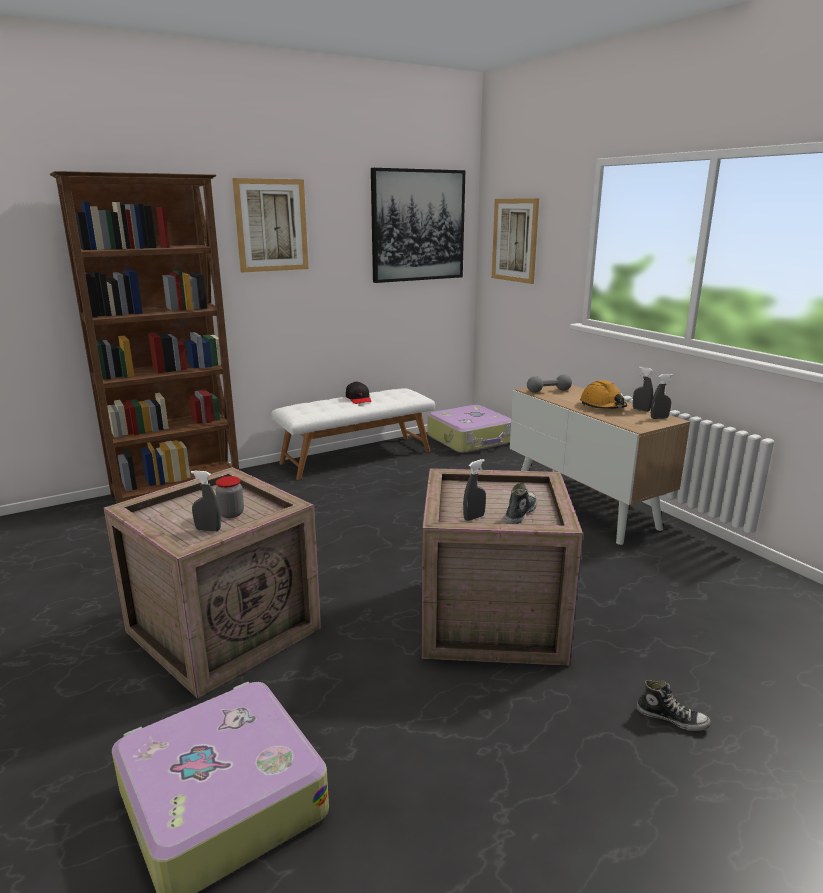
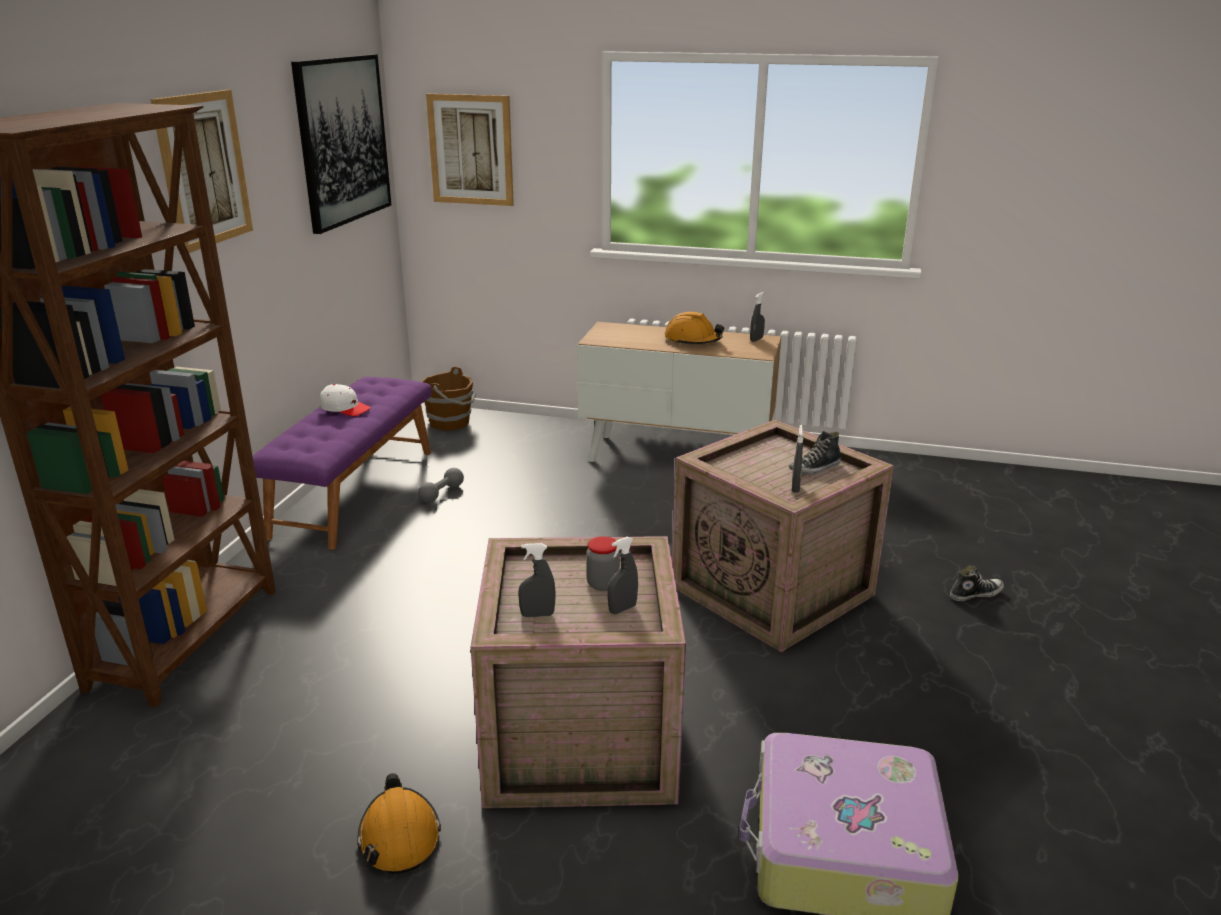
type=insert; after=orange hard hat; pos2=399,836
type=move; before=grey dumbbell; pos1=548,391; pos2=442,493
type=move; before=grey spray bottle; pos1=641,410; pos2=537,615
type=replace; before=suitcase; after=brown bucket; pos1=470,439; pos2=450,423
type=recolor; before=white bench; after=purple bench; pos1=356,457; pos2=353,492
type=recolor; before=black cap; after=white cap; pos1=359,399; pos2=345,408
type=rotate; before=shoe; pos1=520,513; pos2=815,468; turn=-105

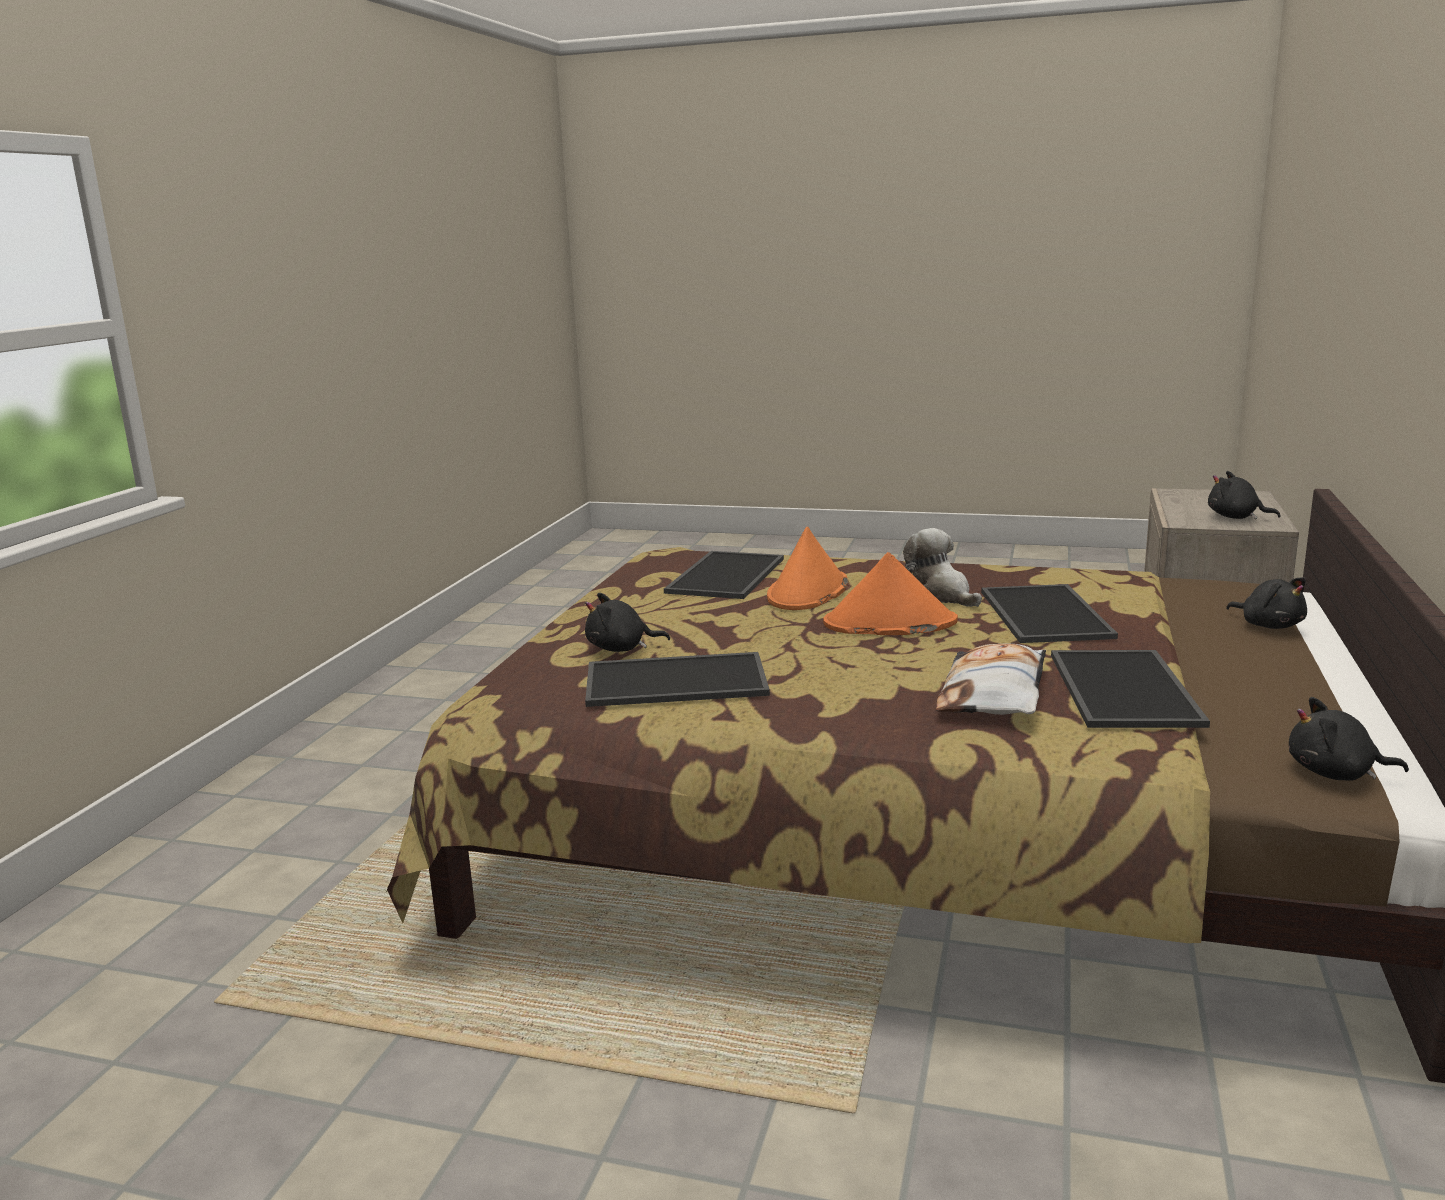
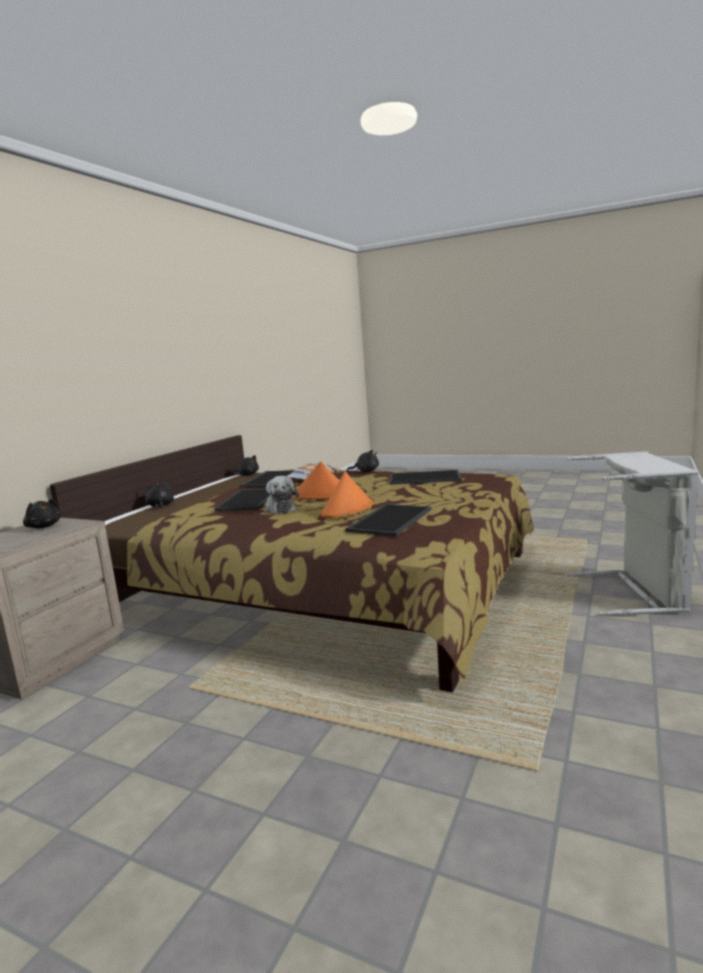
type=insert; after=grey laundry basket; pos2=635,592
type=move; before=black plush toy; pos1=621,648; pos2=365,471

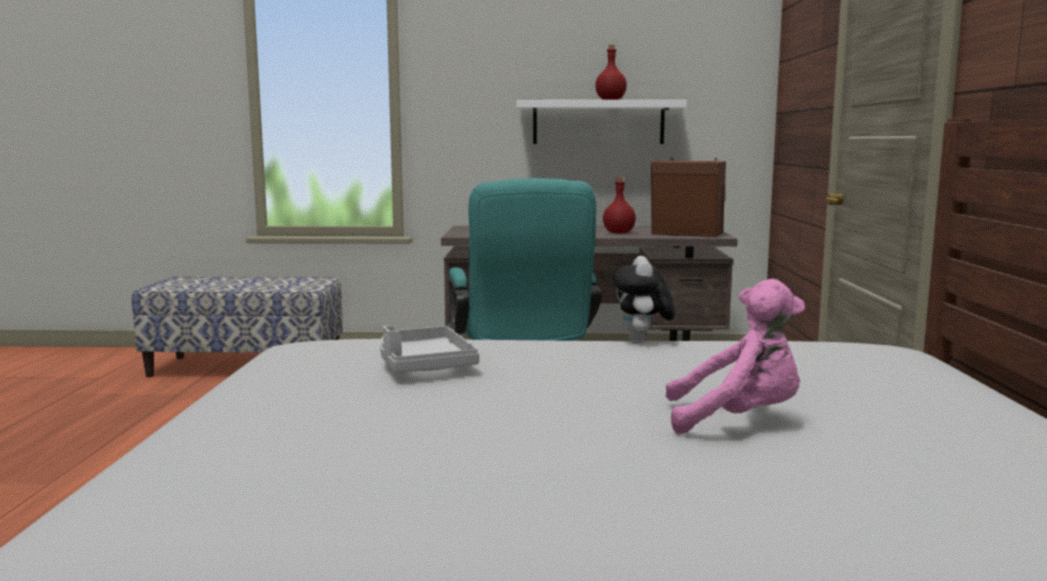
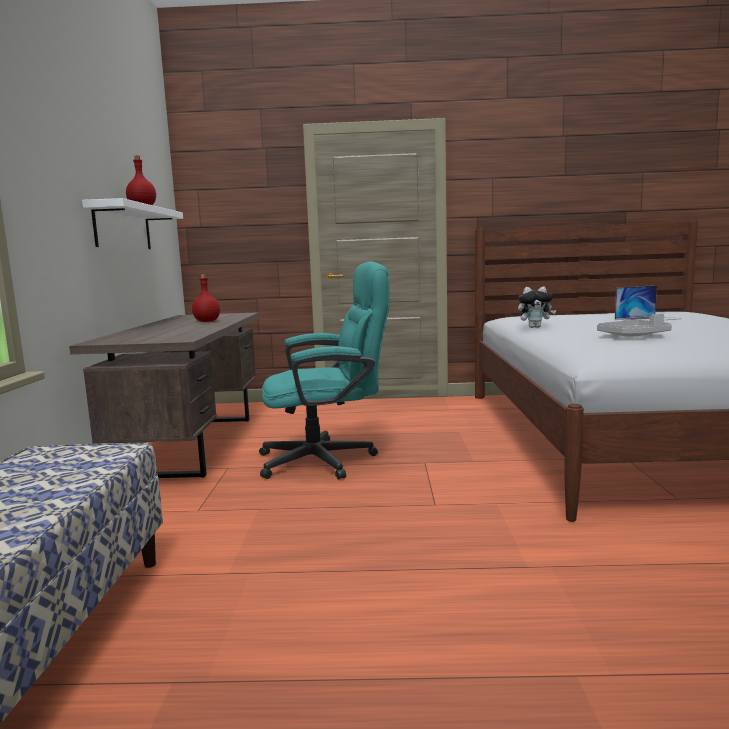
type=delete; before=brown speaker; pos1=688,234
type=replace; before=pink plush toy; after=laptop; pos1=737,420; pos2=647,319

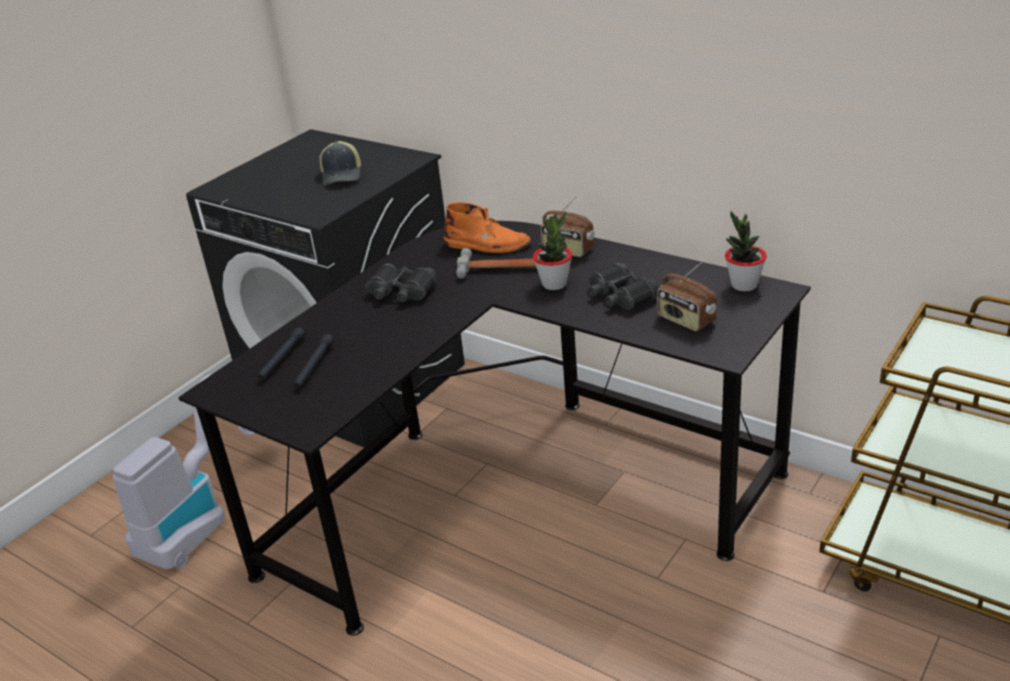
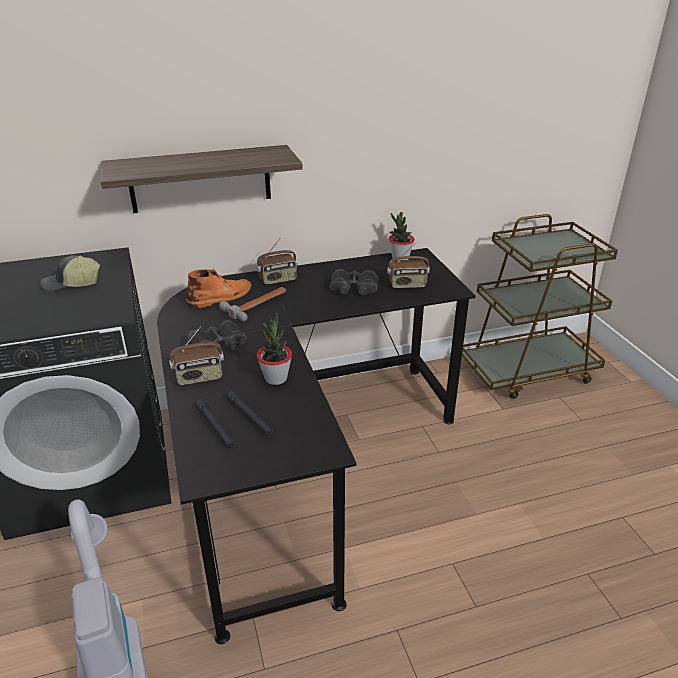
type=insert; after=shelf; pos2=200,179
type=insert; after=radio; pos2=199,377
type=move; before=potted plant; pos1=554,284; pos2=276,378
type=rotate; before=cap; pos1=342,175; pos2=72,284; turn=135

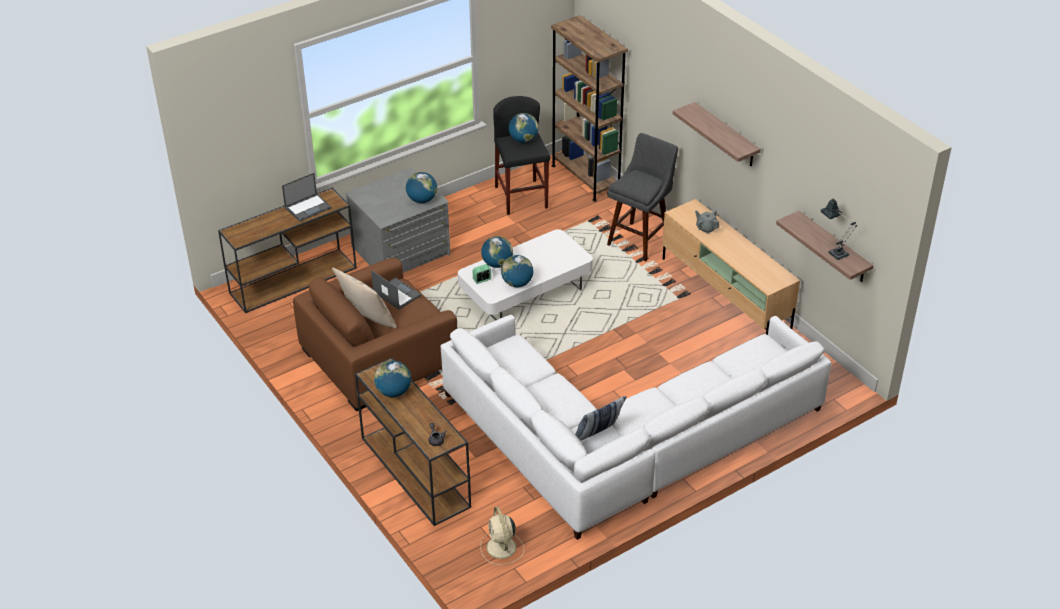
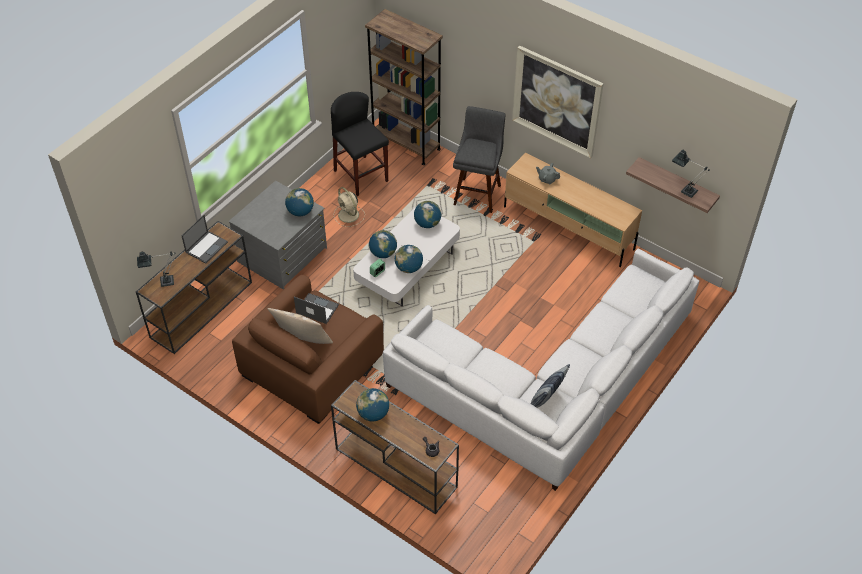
type=insert; after=table lamp; pos2=163,282
type=move; before=beige fan; pos1=501,548; pos2=349,215
type=move; before=globe; pos1=523,140; pos2=427,223
type=replace; before=shelf; after=picture; pos1=726,135; pos2=556,101

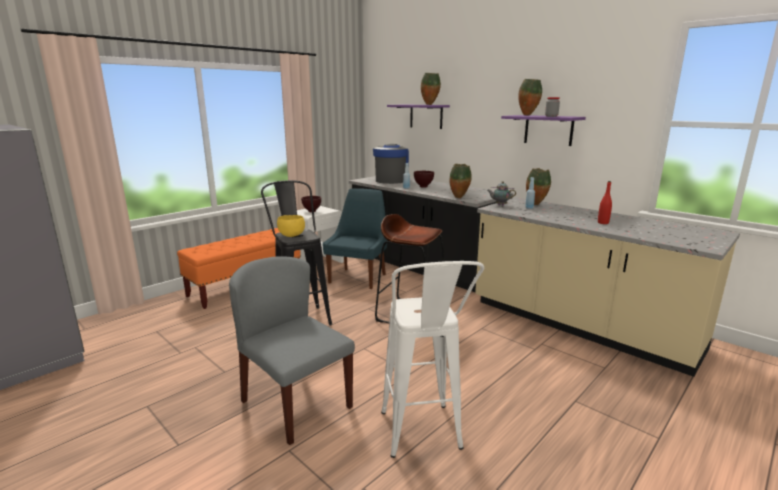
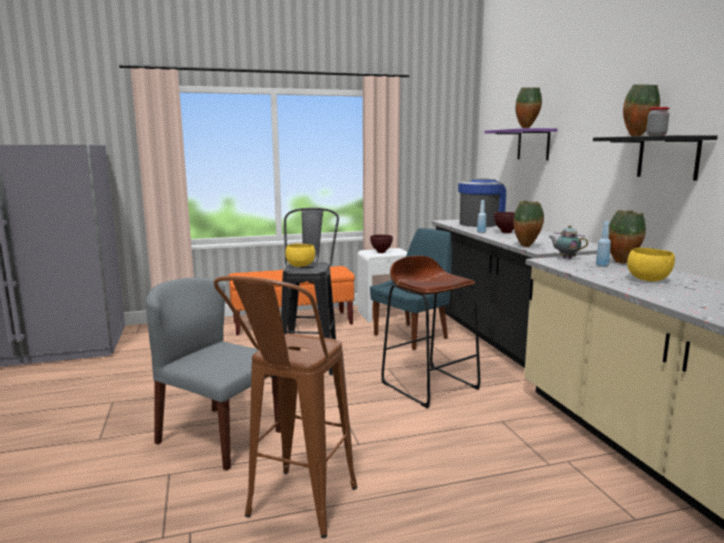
type=delete; before=red bottle; pos1=603,223
type=insert; after=yellow bowl; pos2=649,280
type=recolor; before=white stool; after=brown stool; pos1=423,440; pos2=294,513
type=recolor; before=purple shelf; after=black shelf; pos1=548,130; pos2=668,157
type=rotate; before=grey chair; pos1=295,404; pos2=218,436; turn=-45

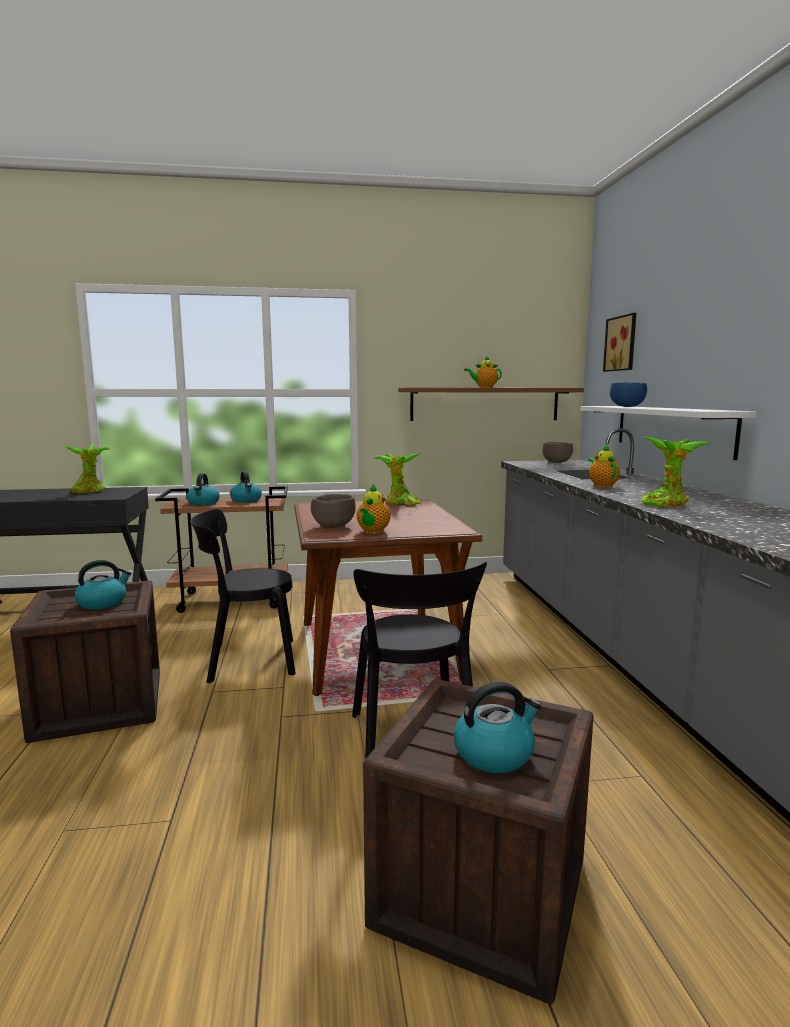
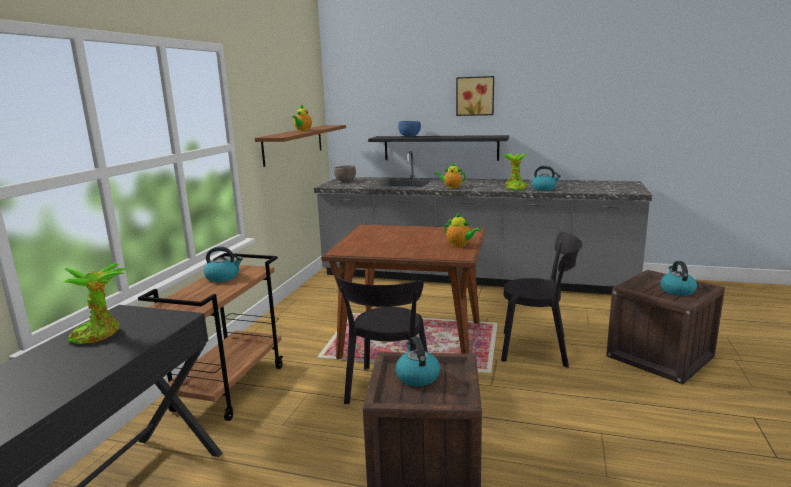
type=delete; before=brown bowl; pos1=333,526
type=delete; before=potted plant; pos1=400,504
type=move; before=kettle; pos1=203,503; pos2=544,189
type=move; before=picture; pos1=622,343; pos2=475,96
type=recolor; before=white shelf; after=black shelf; pos1=671,429; pos2=440,148

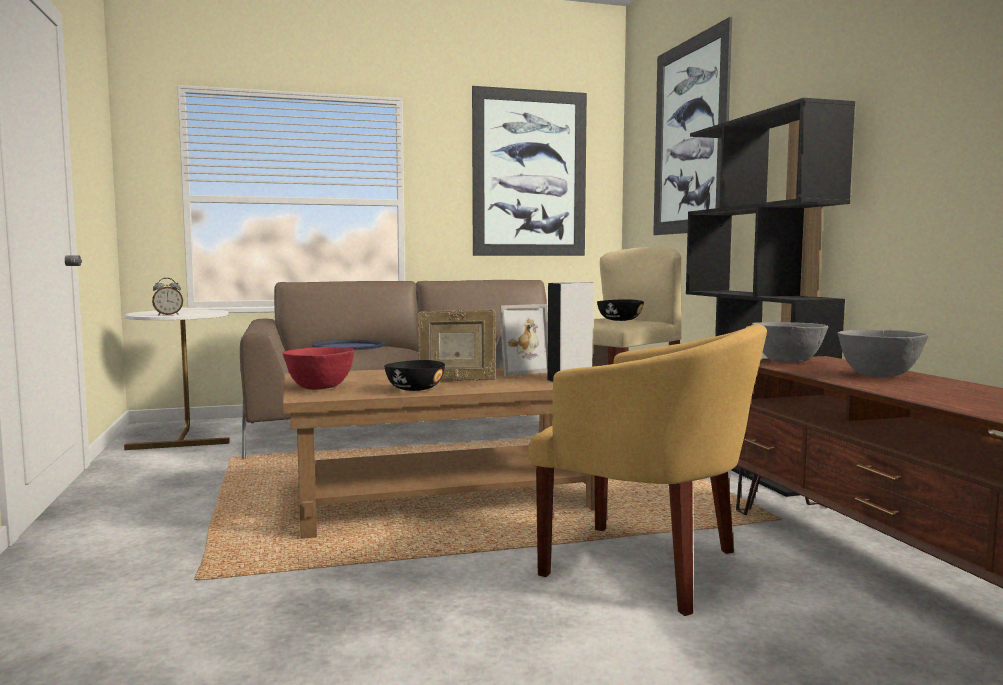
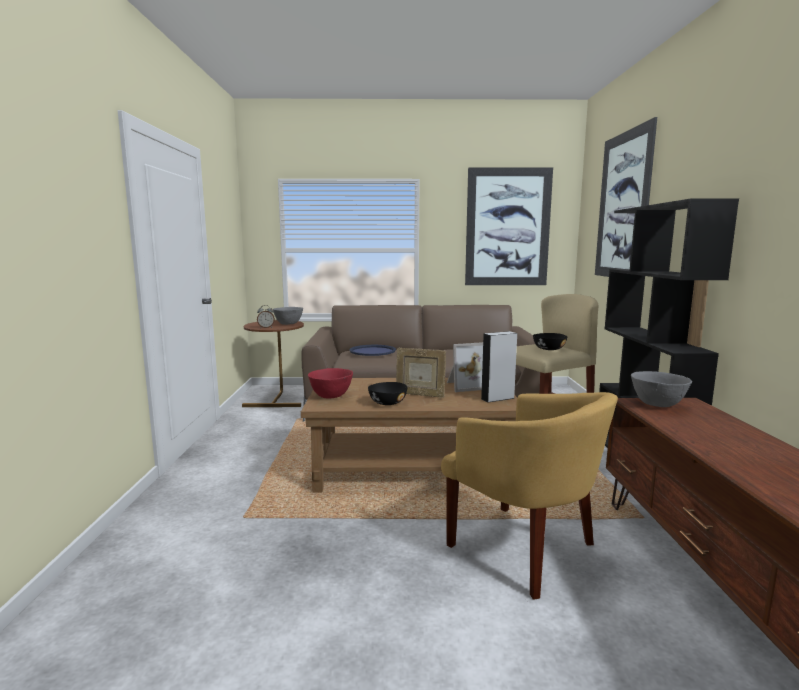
type=move; before=grey bowl; pos1=880,375; pos2=288,324
type=recolor; before=white side table; after=brown side table; pos1=184,436; pos2=277,398

